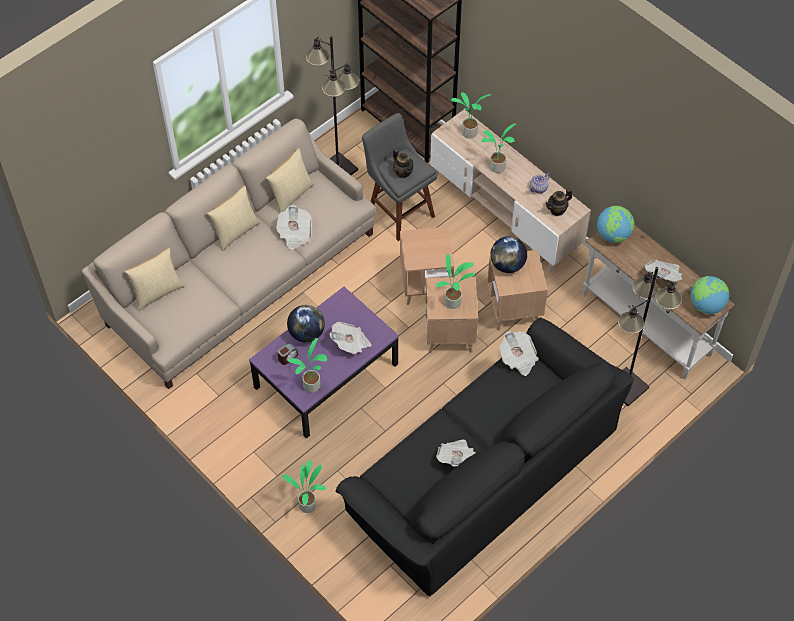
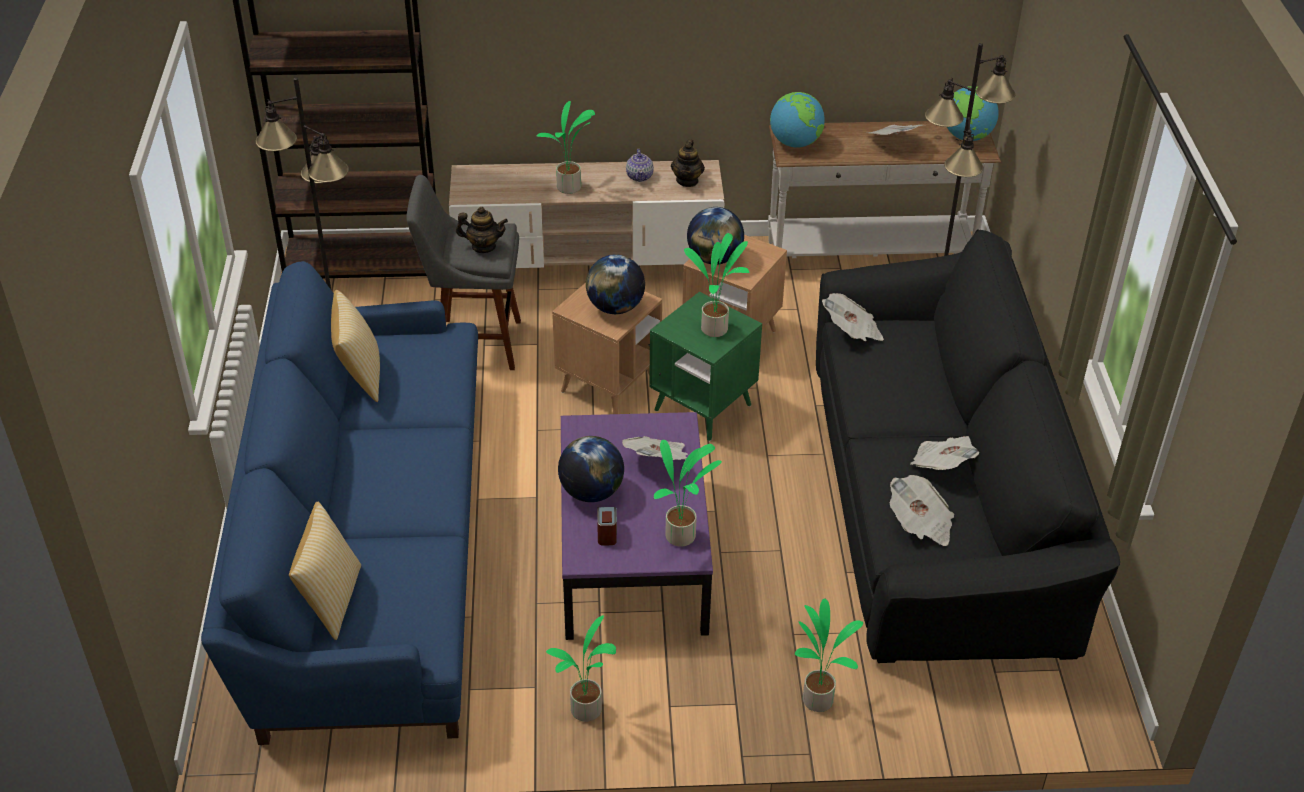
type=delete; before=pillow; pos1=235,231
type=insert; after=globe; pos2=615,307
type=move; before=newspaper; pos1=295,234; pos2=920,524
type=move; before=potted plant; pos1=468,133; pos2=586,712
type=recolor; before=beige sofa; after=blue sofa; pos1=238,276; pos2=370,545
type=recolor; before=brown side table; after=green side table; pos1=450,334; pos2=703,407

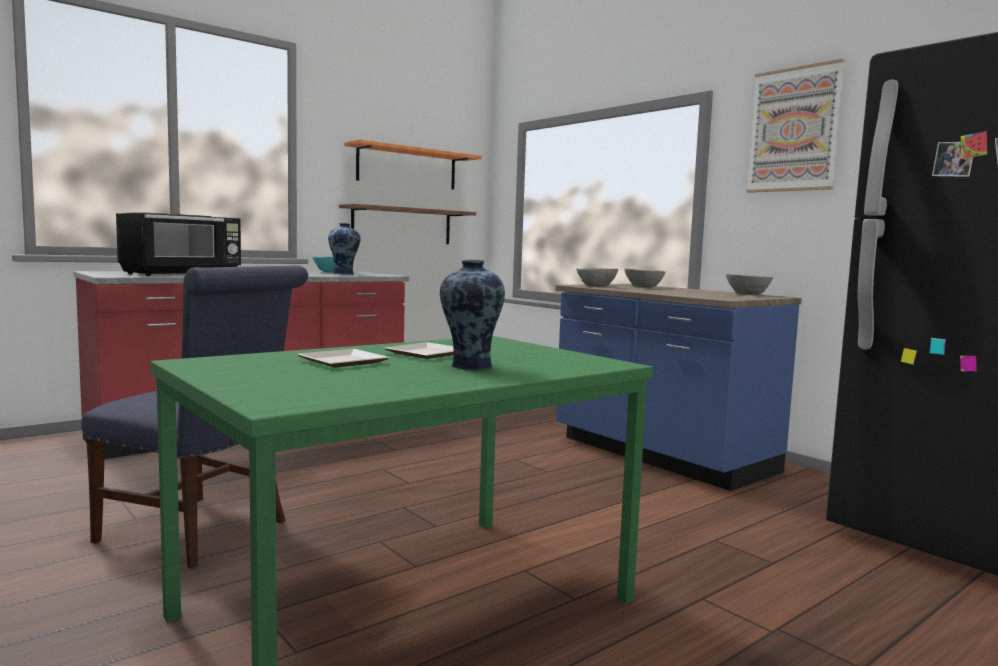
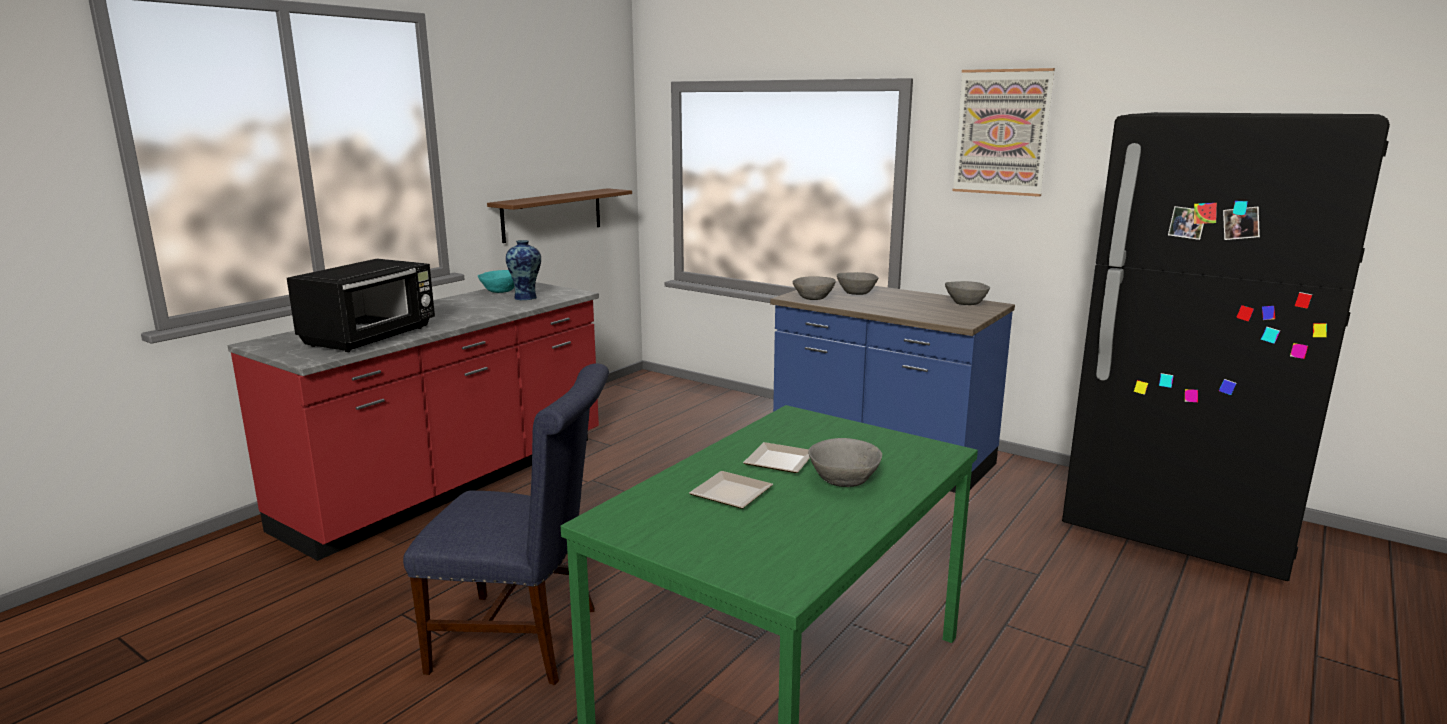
type=delete; before=orange shelf; pos1=407,168
type=replace; before=vase; after=grey bowl; pos1=470,366; pos2=842,481

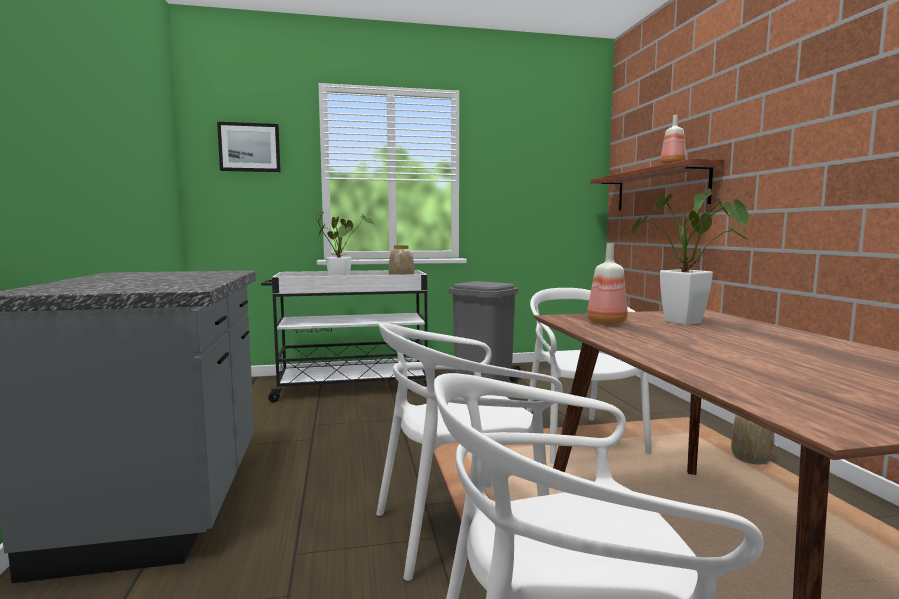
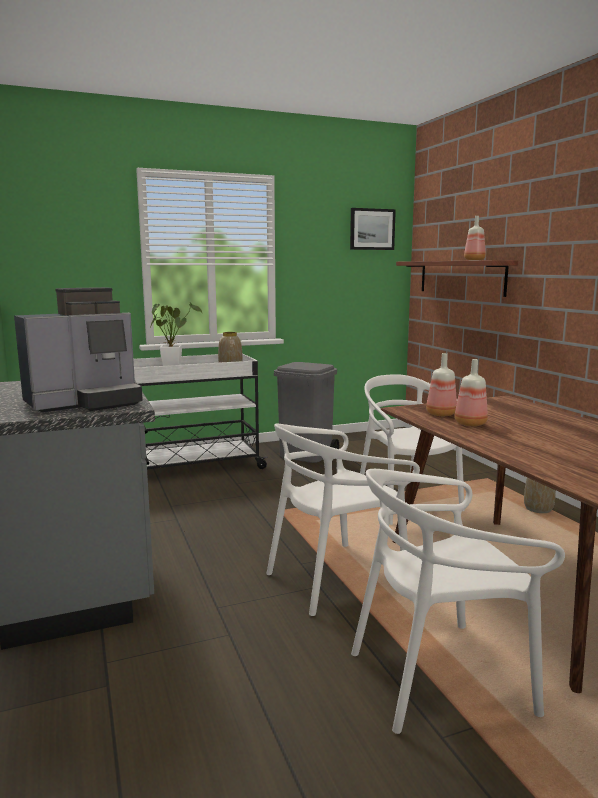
type=delete; before=potted plant; pos1=689,323
type=insert; after=coffee machine; pos2=86,403
type=insert; after=bottle; pos2=469,424
type=move; before=picture; pos1=249,147; pos2=372,229

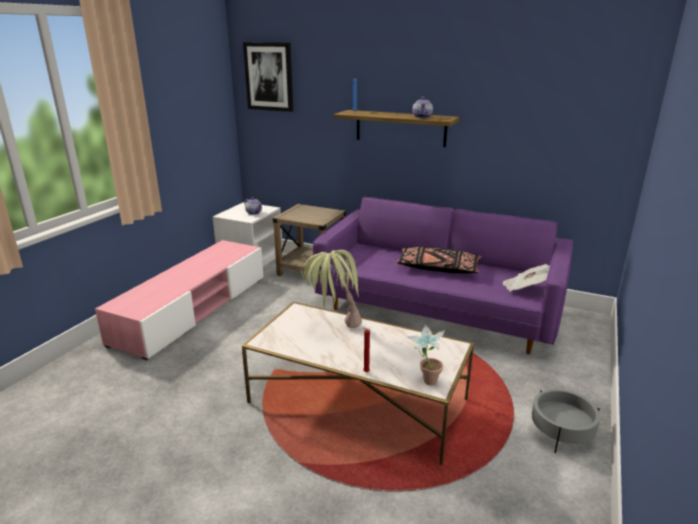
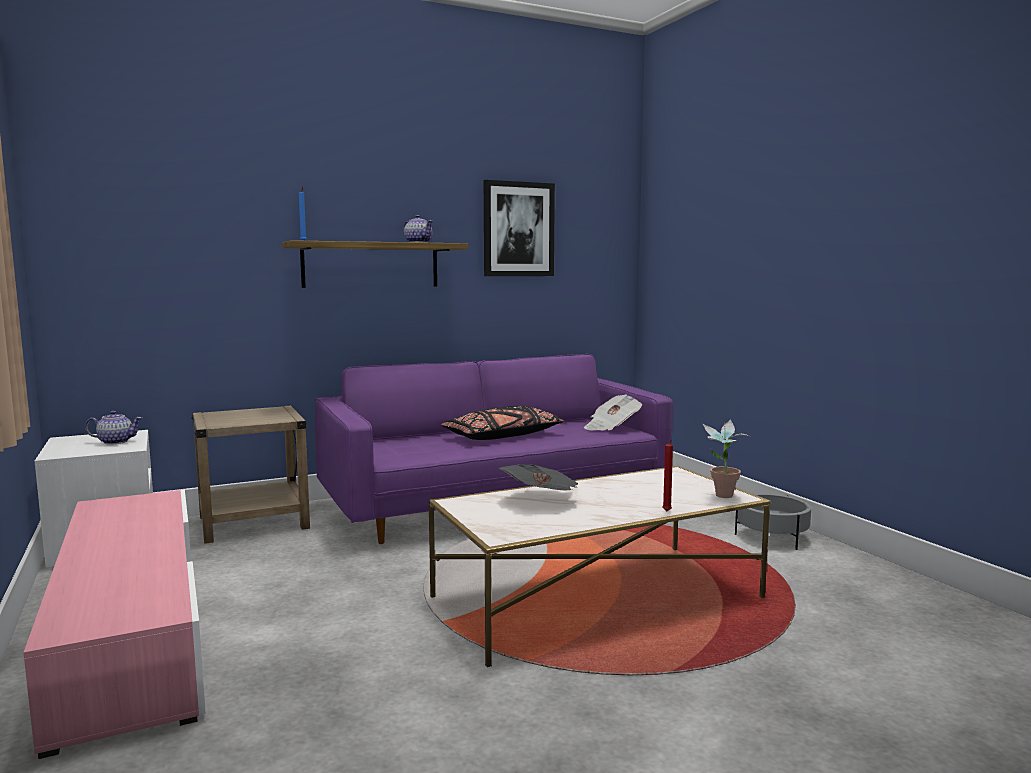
type=move; before=picture; pos1=269,76; pos2=518,229
type=replace; before=potted plant; after=newspaper; pos1=333,328; pos2=541,499

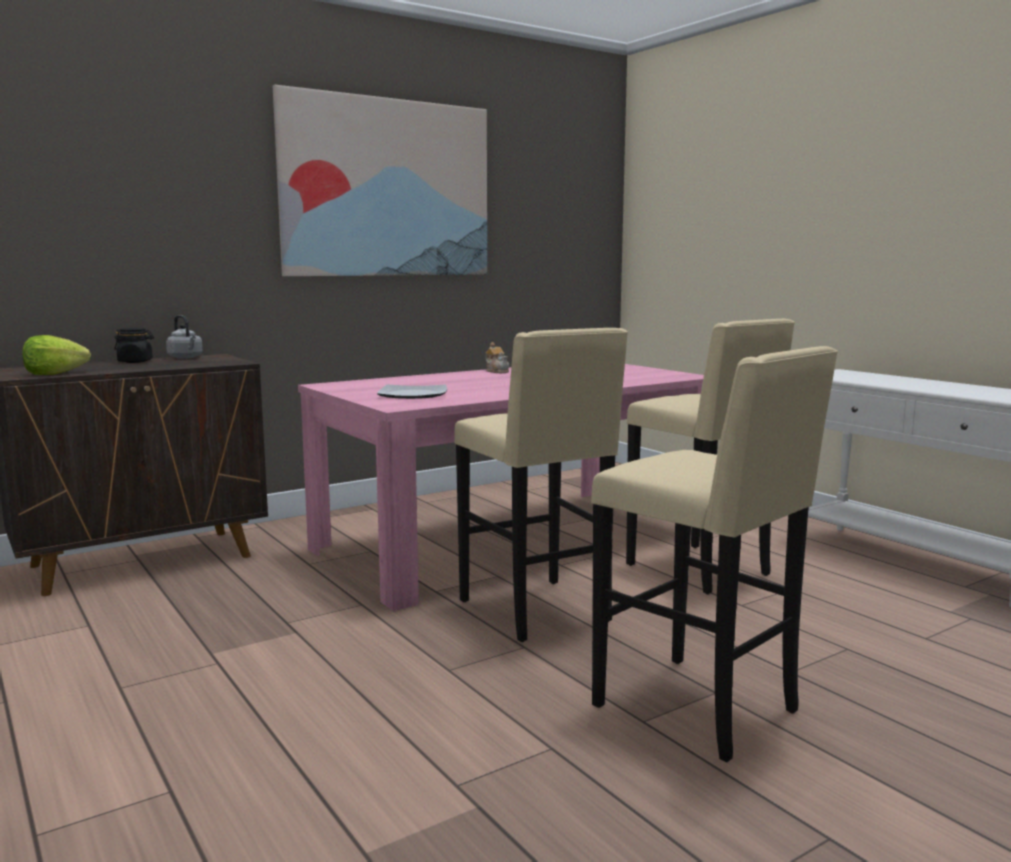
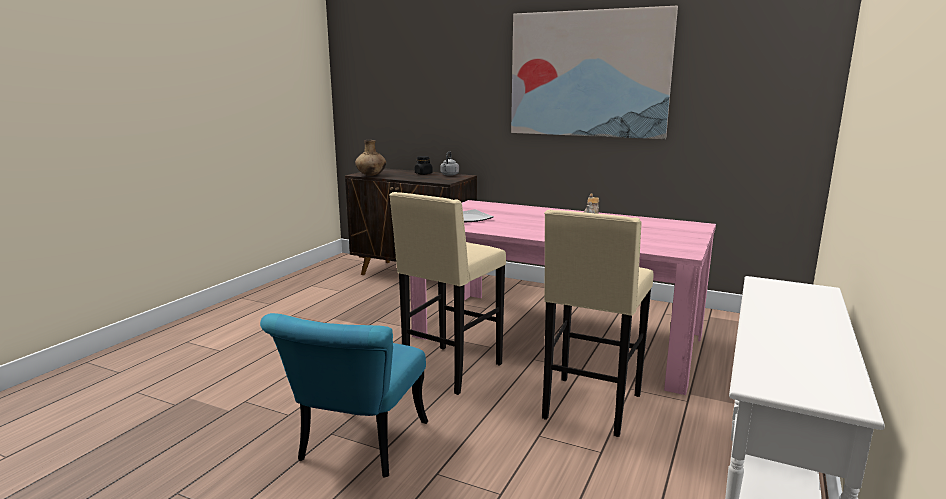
type=replace; before=lettuce; after=brown vase; pos1=54,374; pos2=371,175
type=replace; before=beige stool; after=turquoise chair; pos1=700,709; pos2=357,449

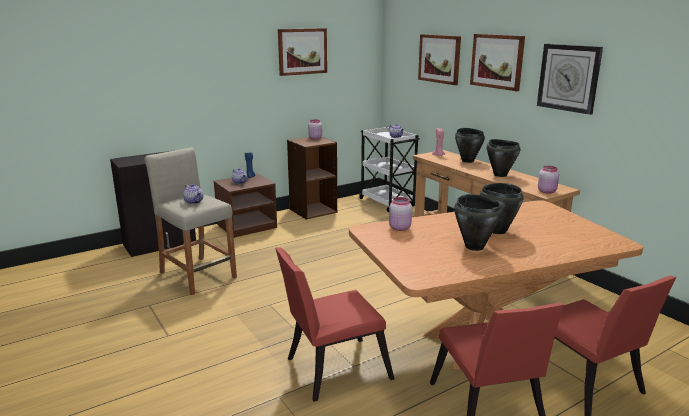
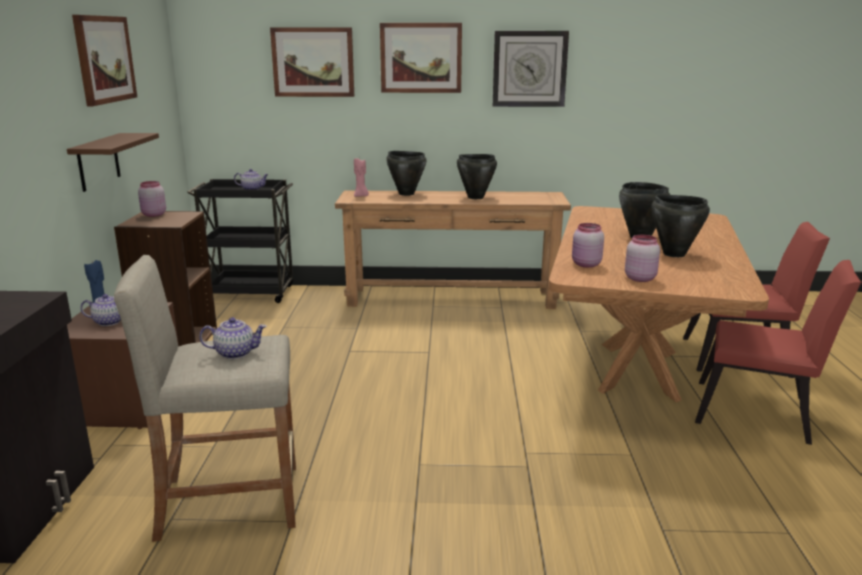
type=delete; before=red chair; pos1=332,369
type=insert; after=brown shelf; pos2=98,162
type=move; before=pink jar; pos1=547,191; pos2=639,278
type=recolor; before=white cart; after=black cart; pos1=387,203; pos2=251,293

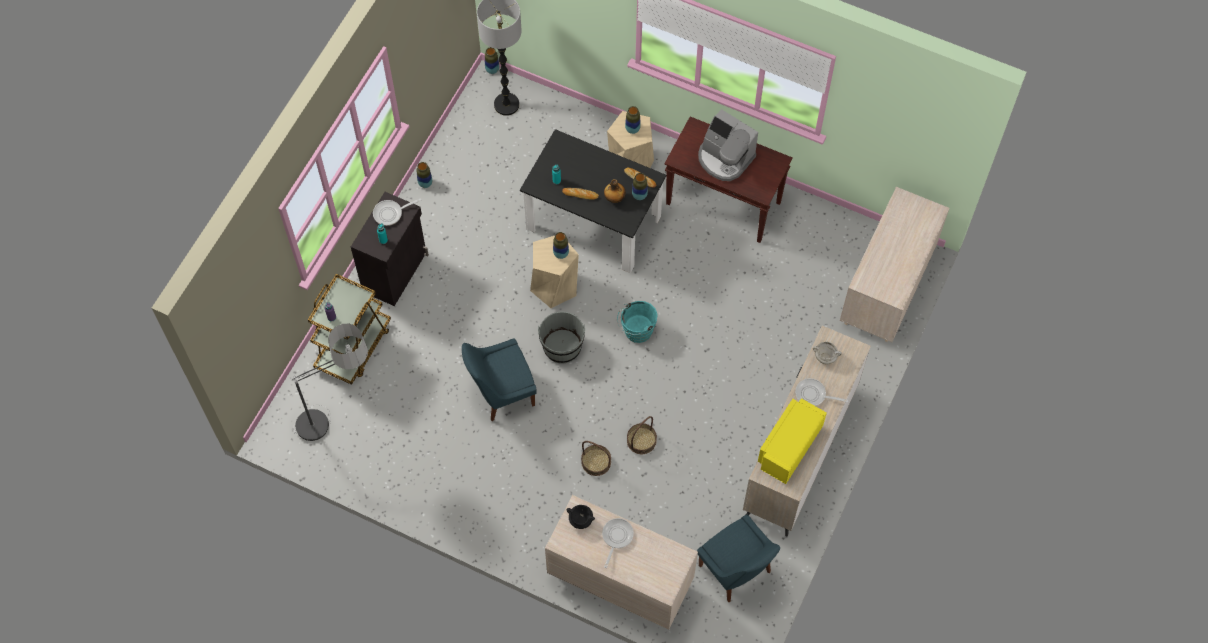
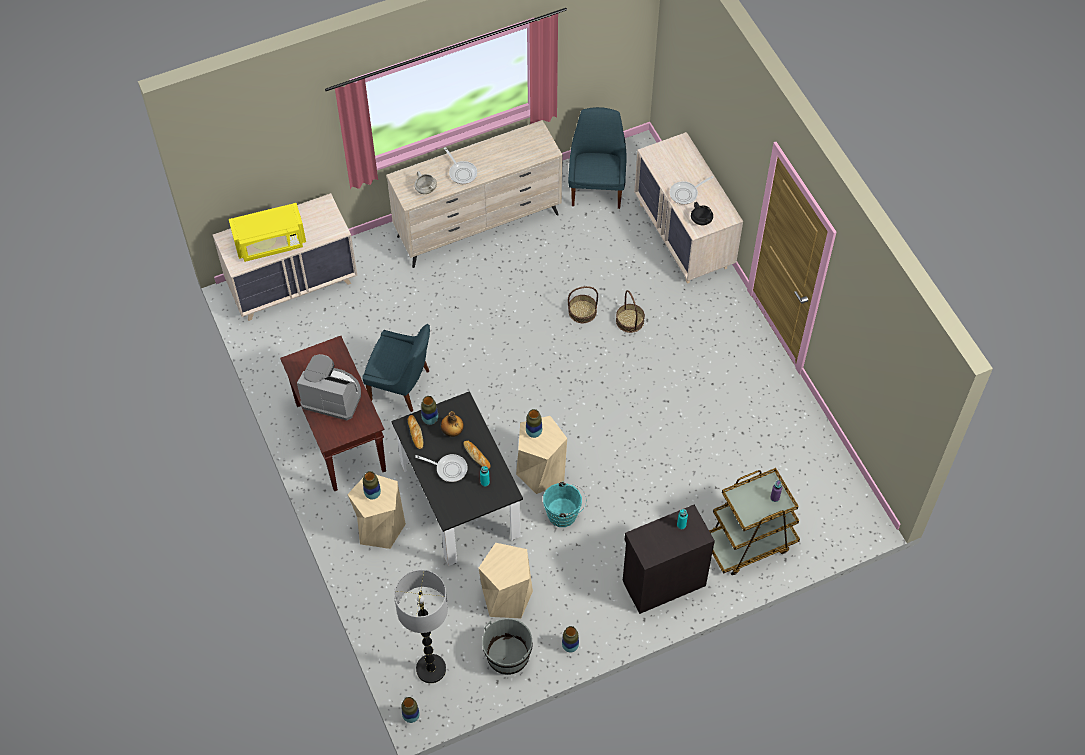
type=delete; before=floor lamp; pos1=339,418
type=insert; after=beige stool; pos2=507,597
type=move; before=frying pan; pos1=390,213; pos2=449,468
type=move; before=blue chair; pos1=501,392; pos2=402,386
type=move; before=grey bucket; pos1=562,346; pos2=508,656
type=move; before=turquoise bucket; pos1=636,331; pos2=564,514
type=move; before=yellow microwave; pos1=789,447; pos2=270,243
type=rotate; before=coffee machine; pos1=724,158; pos2=332,396; turn=-60

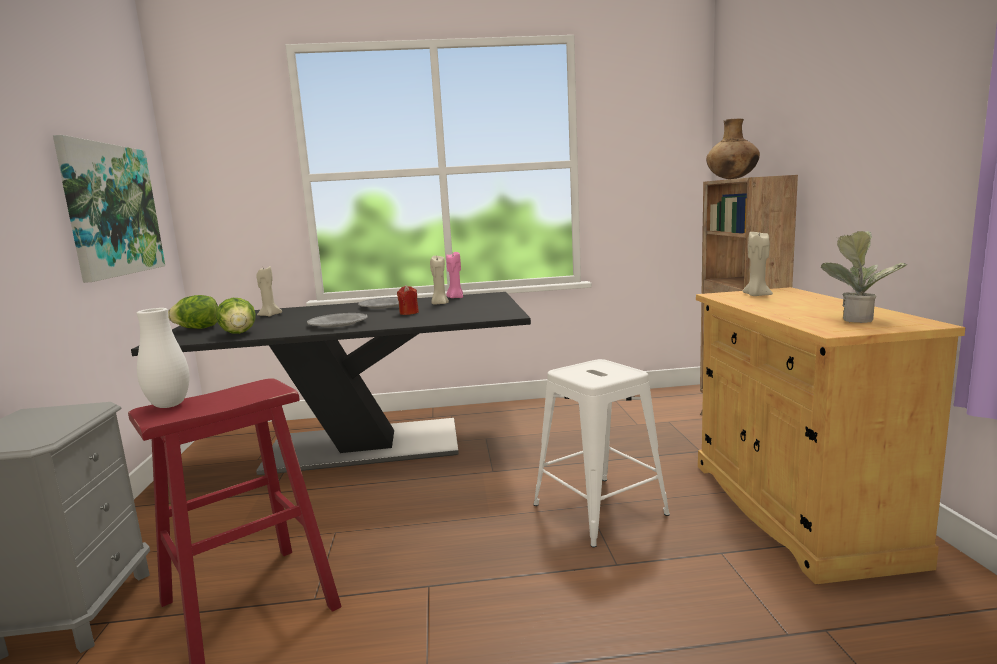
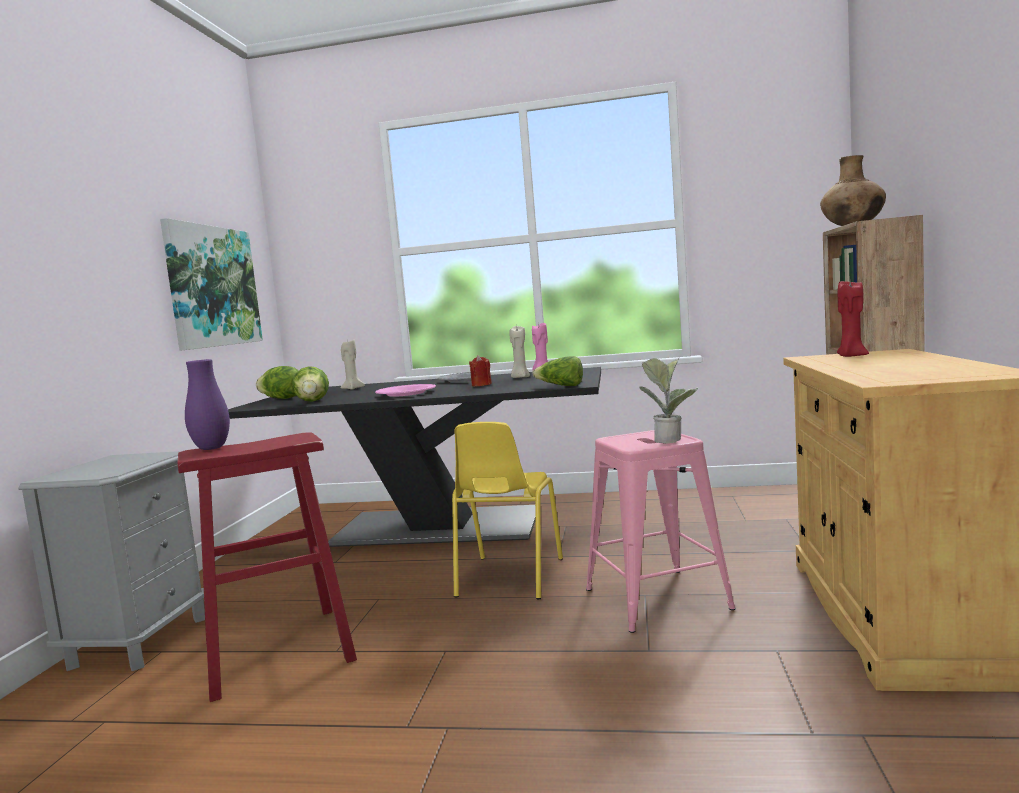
type=insert; after=yellow chair; pos2=508,578
type=insert; after=lettuce; pos2=560,386
type=move; before=potted plant; pos1=856,319; pos2=671,439
type=recolor; before=white vase; after=purple vase; pos1=169,405; pos2=211,448
type=recolor; before=grey plate; after=pink plate; pos1=338,323; pos2=406,393
type=recolor; before=white stool; after=pink stool; pos1=598,509; pos2=656,599
type=recolor; before=beige candle; after=red candle; pos1=756,295; pos2=851,356

